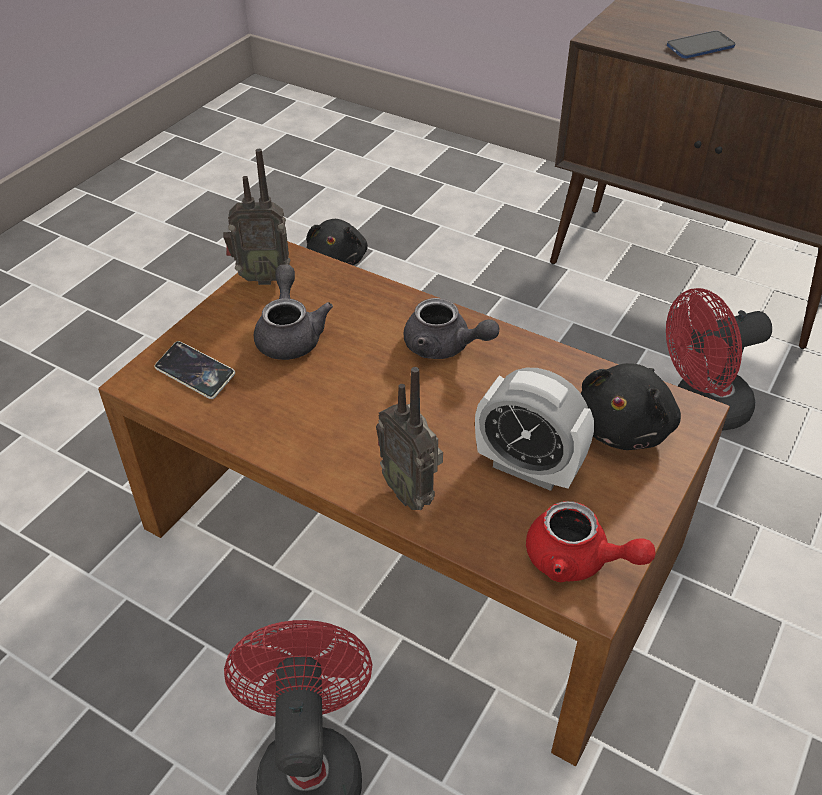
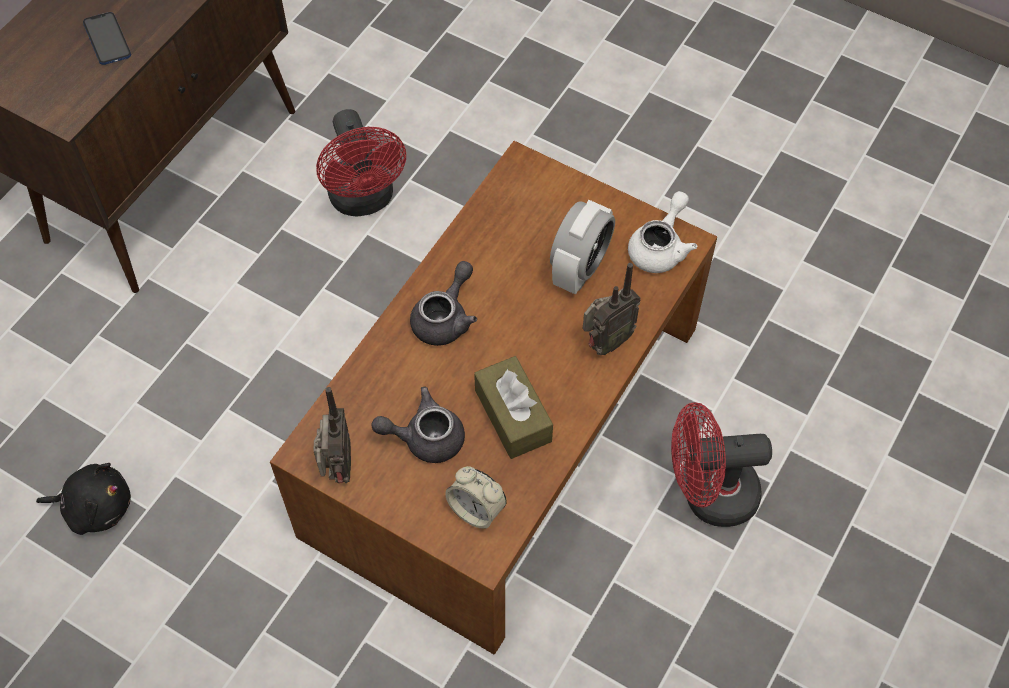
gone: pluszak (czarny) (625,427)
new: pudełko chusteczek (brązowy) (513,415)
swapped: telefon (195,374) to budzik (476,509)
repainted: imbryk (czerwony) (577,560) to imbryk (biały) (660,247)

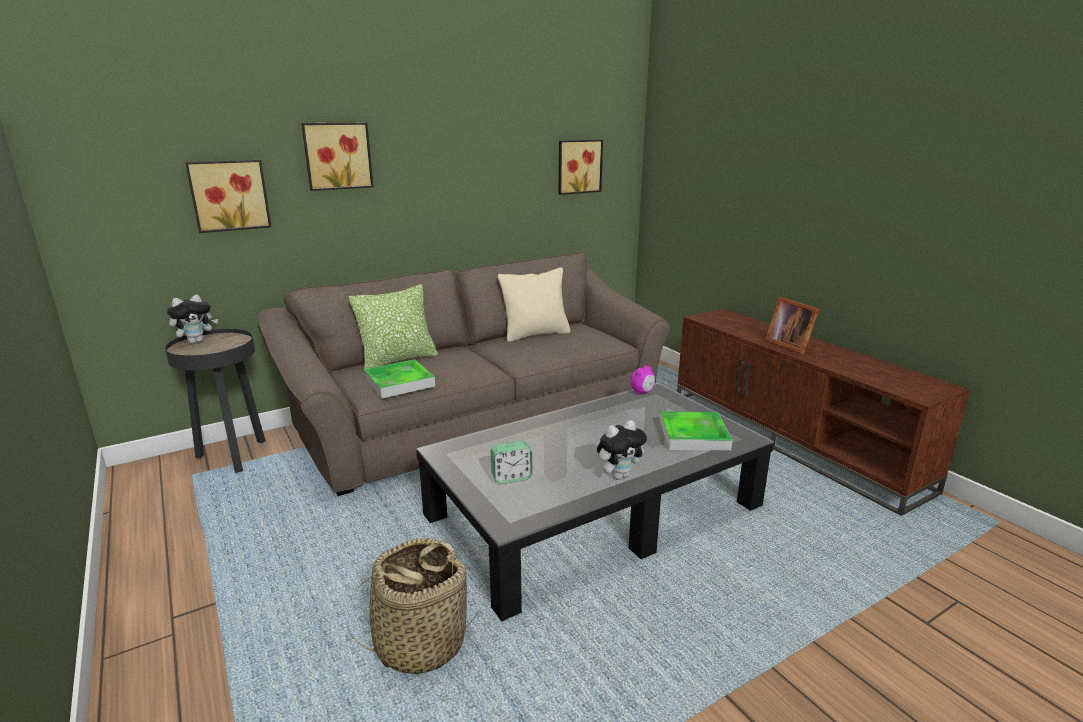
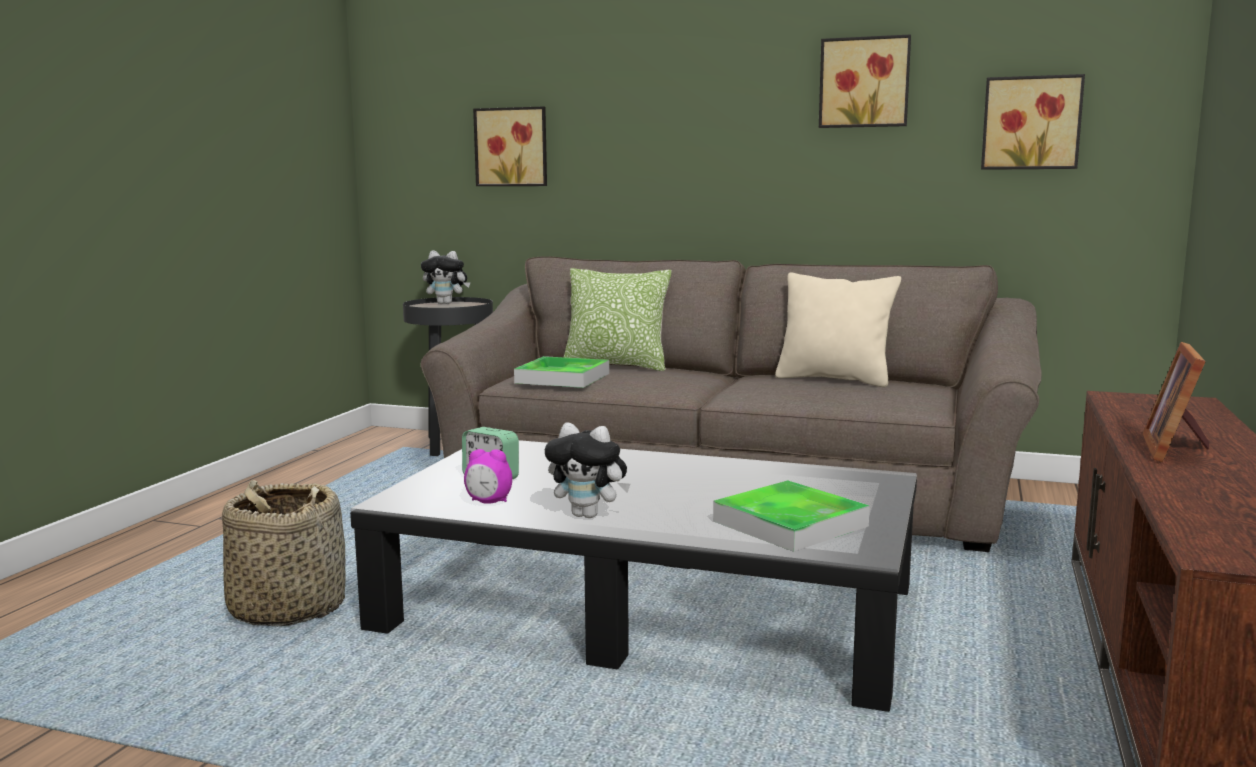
shifted: budzik (642,392) to (489,502); obraz (337,156) to (864,82)

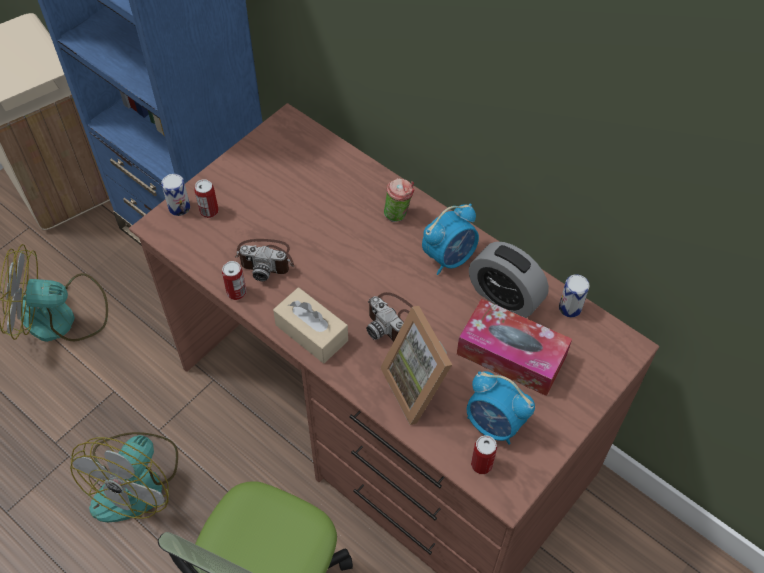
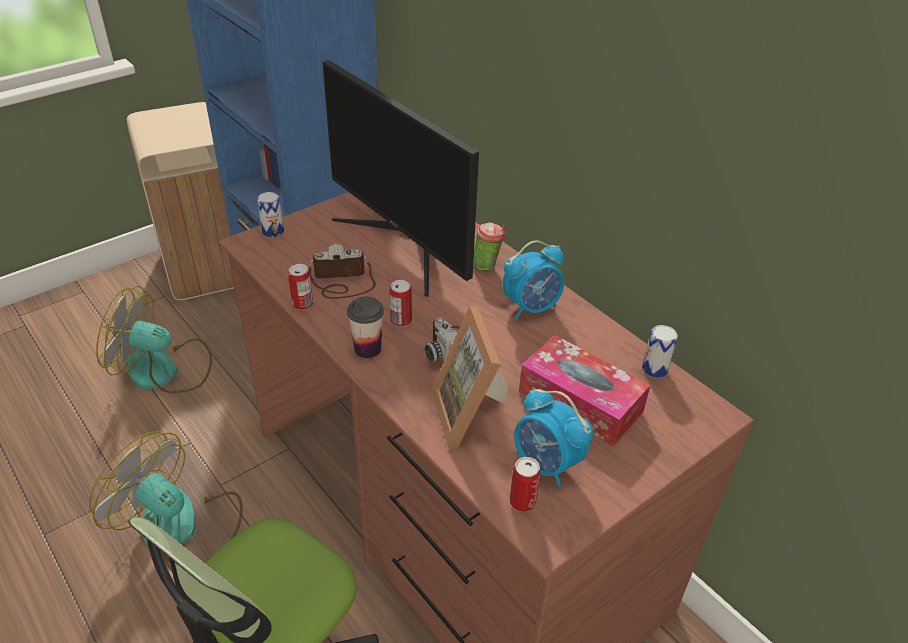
gone: budzik (504,297)
new: monitor (405,243)
shifted: puszka (209,211) to (401,320)
swapped: pudełko chusteczek (beżowy) (311,332) to filiżanka (367,349)
rotated: wentylator (136,480) = (182,528) 90 degrees clockwise; aparat fotograficzny (266,259) = (342,282) 150 degrees clockwise

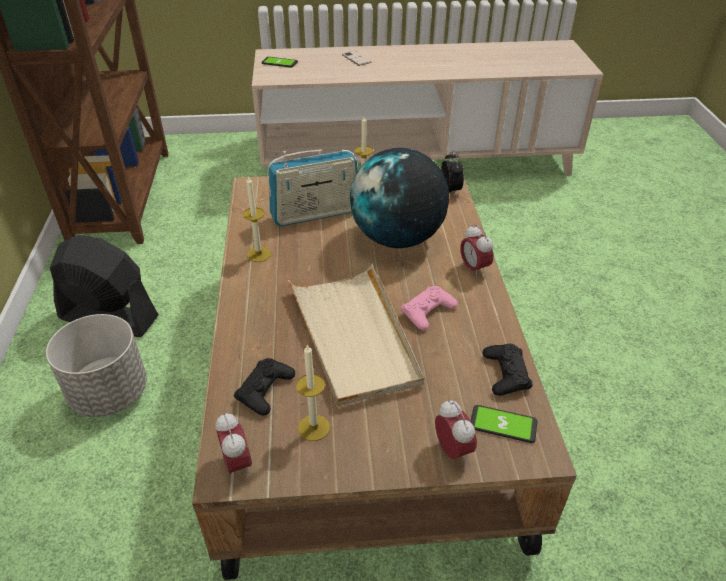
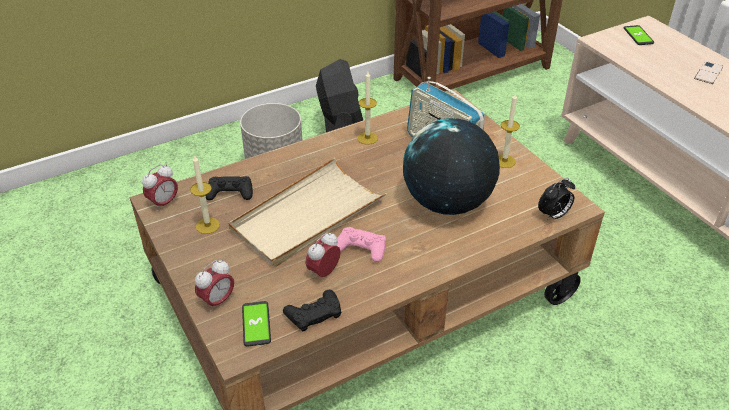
shifted: budzik (474,268) to (323,272)

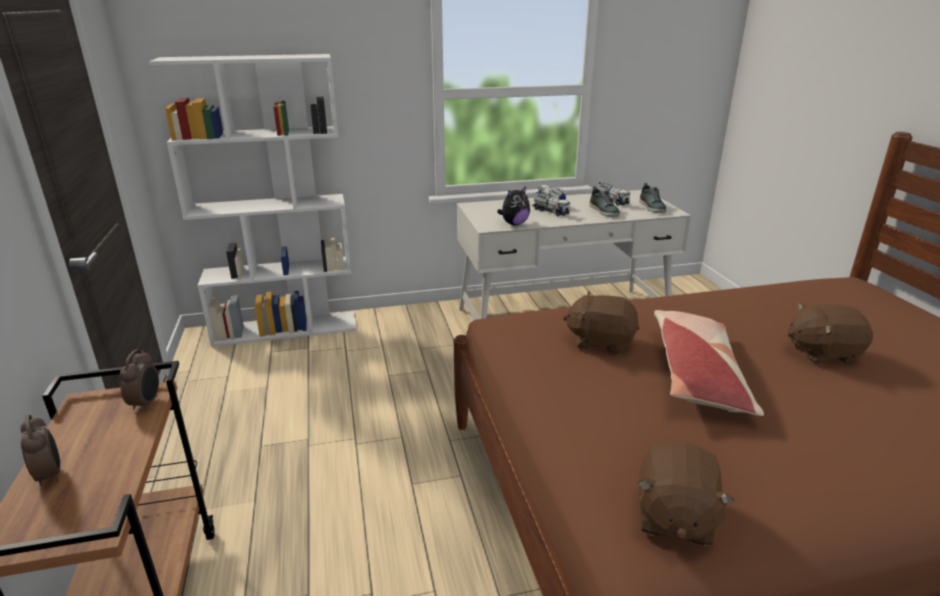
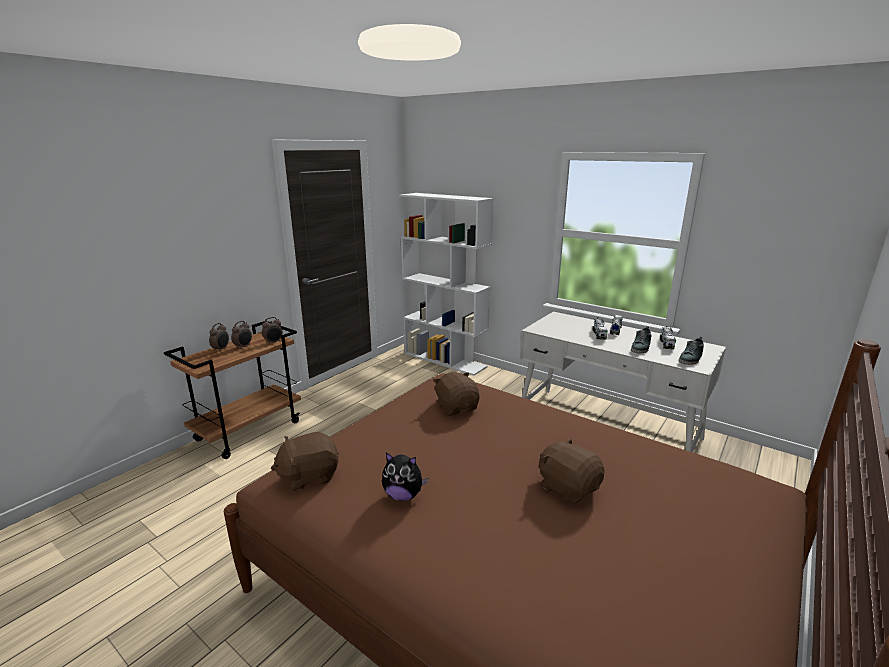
gone: poduszka (697,373)
new: budzik (243,347)
shifted: pluszak (514,224) to (403,495)

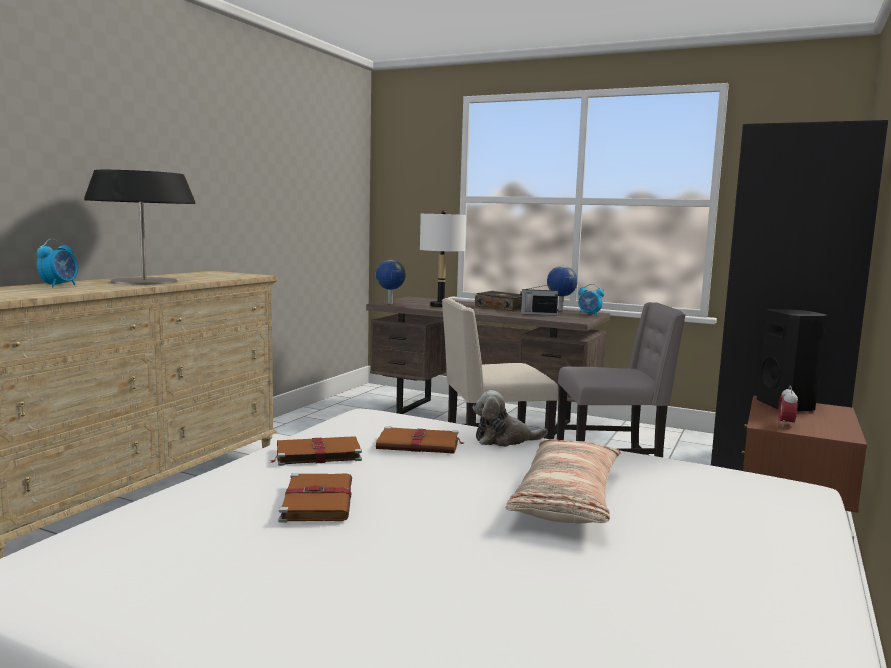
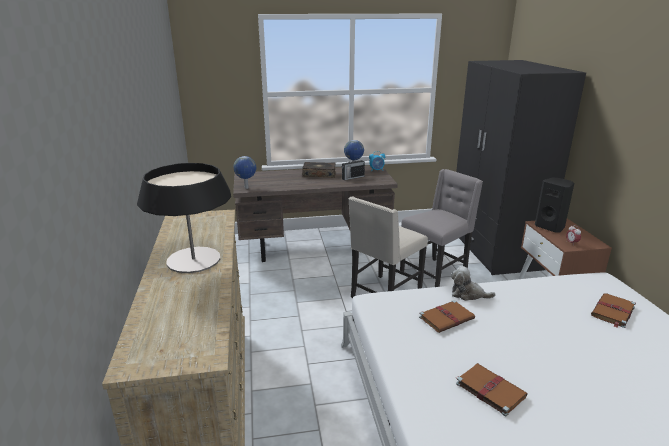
gone: budzik (59,286); lampa stołowa (biały) (440,306); poduszka (568,498)
shifted: książka (brązowy) (316,454) to (612,312)
rotated: pluszak (504,440) = (468,294) 60 degrees clockwise

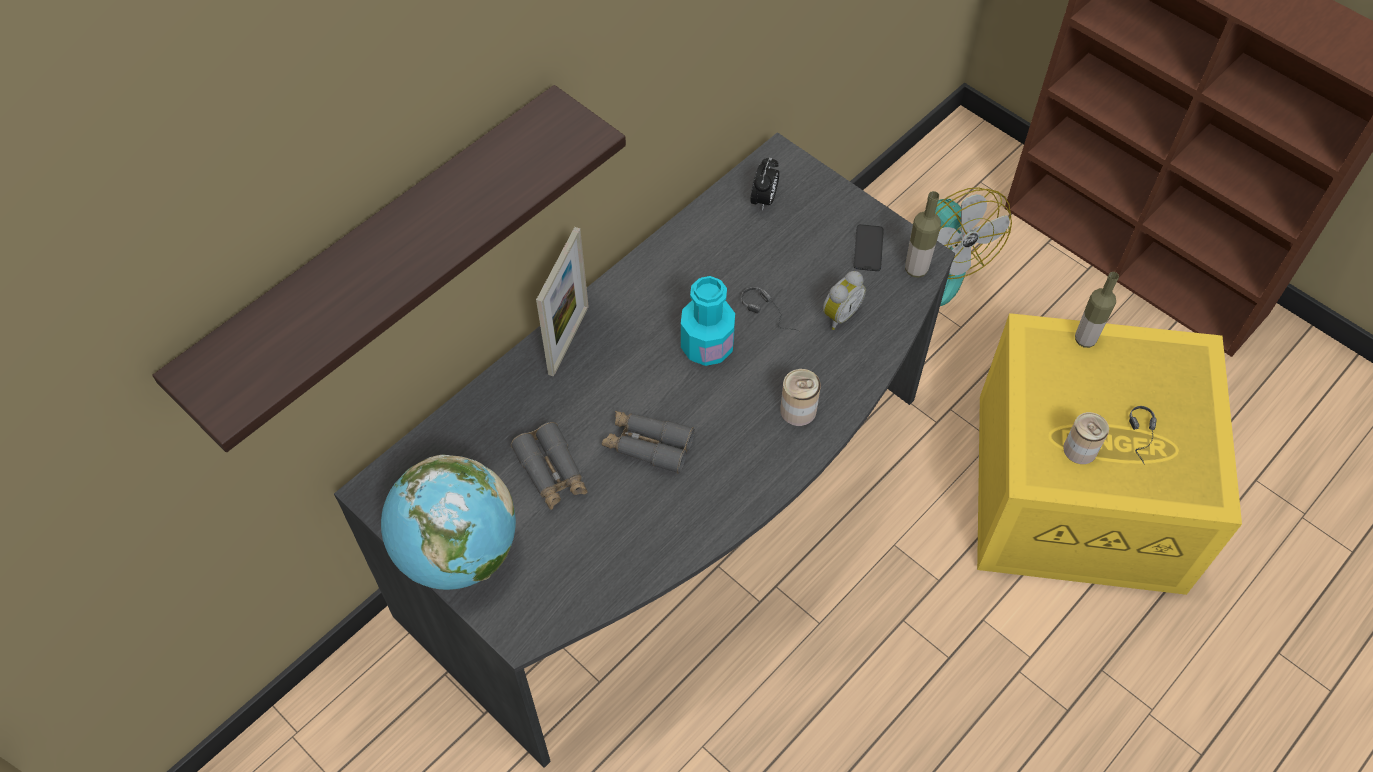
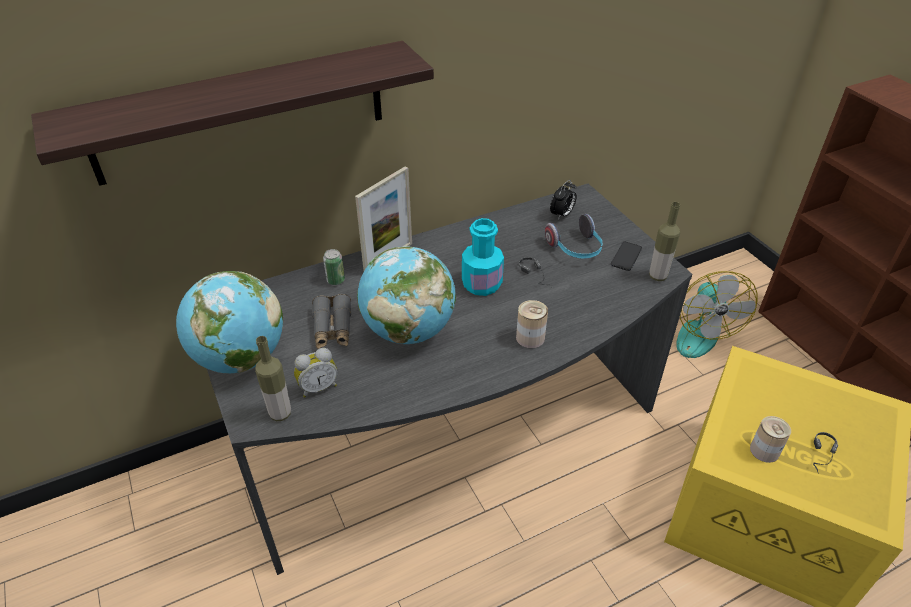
new: puszka (335,280); słuchawki (575,249)
shifted: butelka (1085,339) to (280,413); budzik (839,314) to (318,387)
swapped: lornetka (szary) (647,445) to globus (408,330)

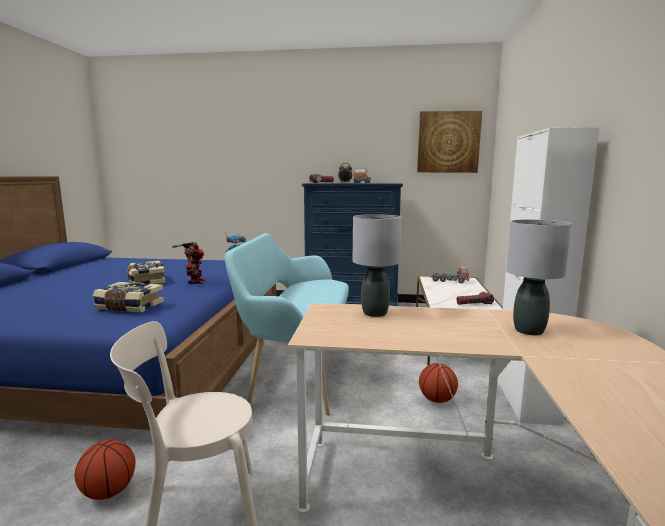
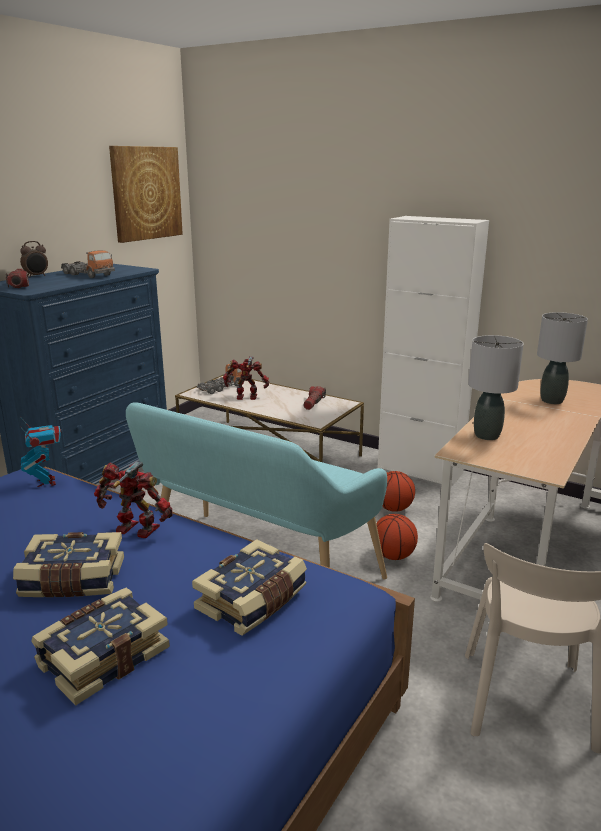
new: książka (102,656); robot zabawkowy (247,398)
shifted: piłka do koszykówki (109,492) to (393,556)

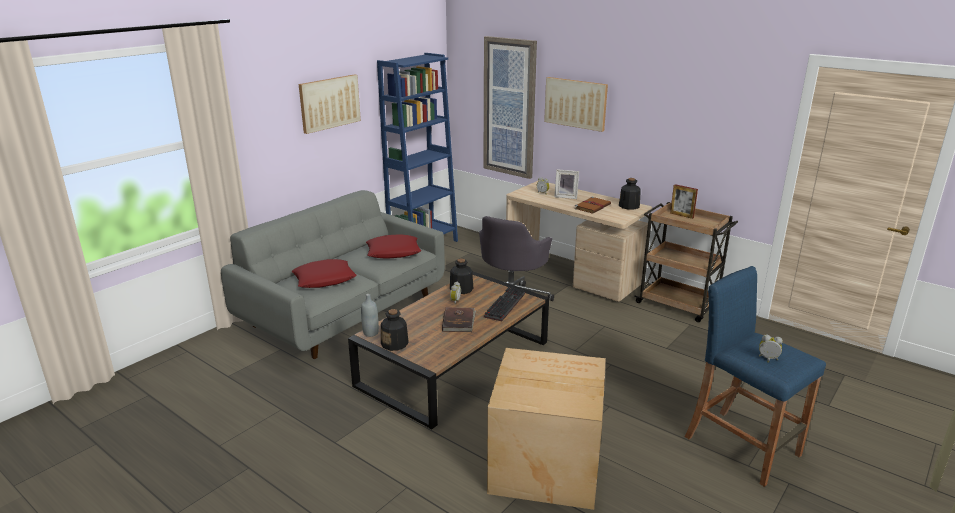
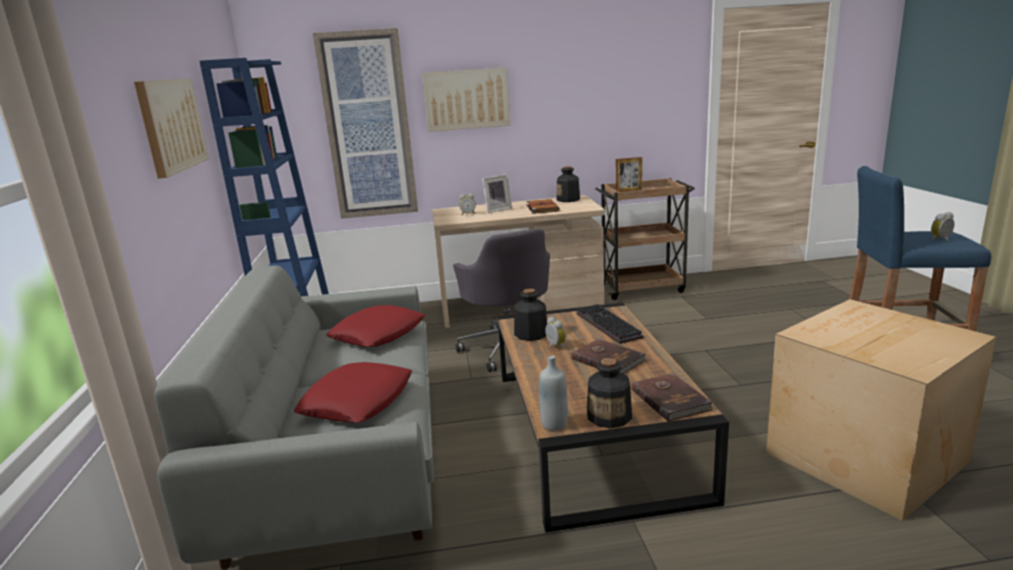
new: książka (brązowy) (671,399)

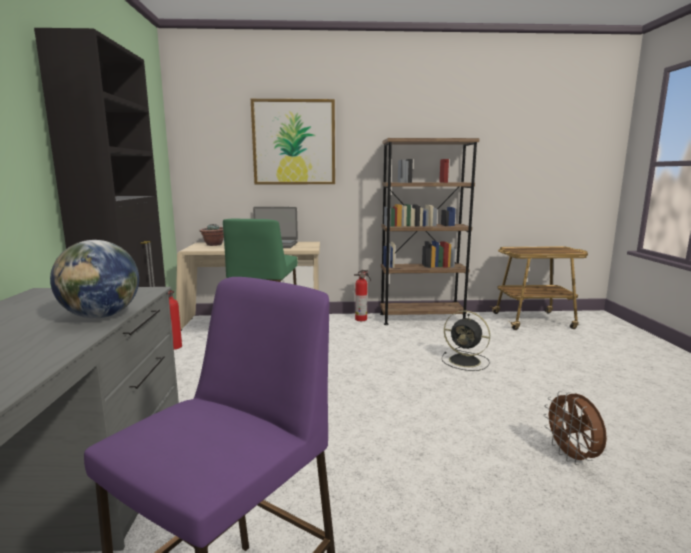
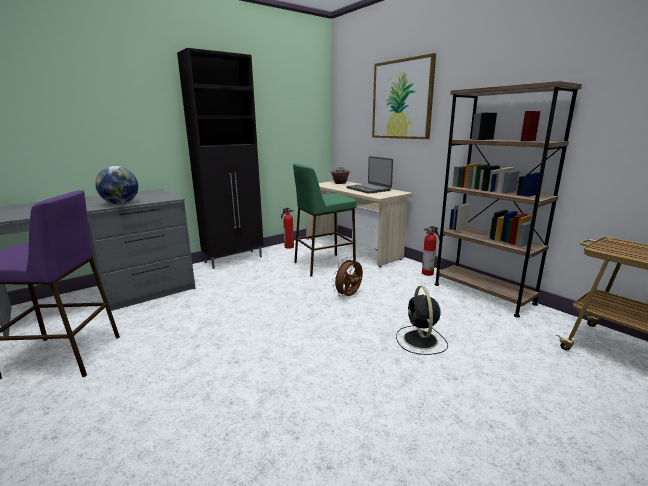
shifted: wentylator (brązowy) (572,457) to (349,296)

